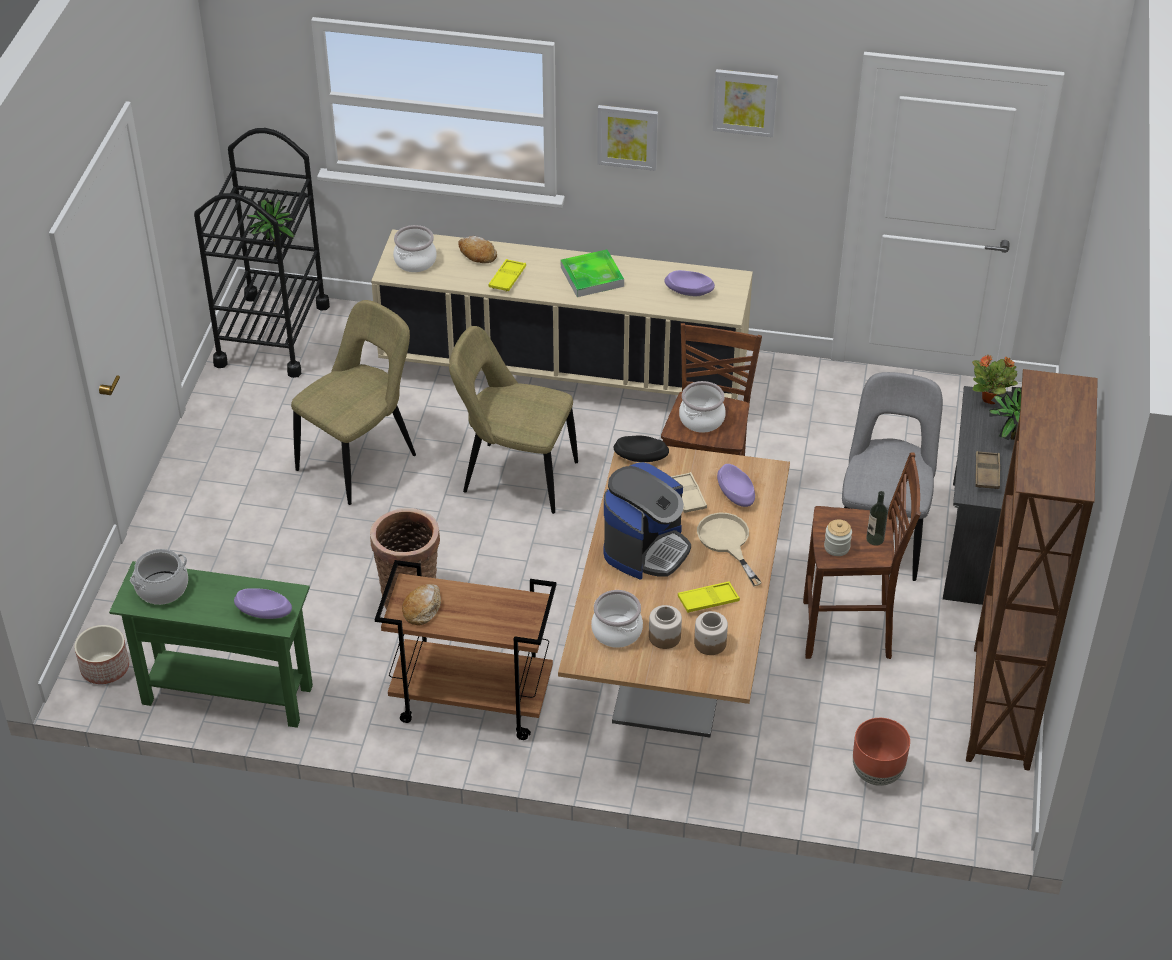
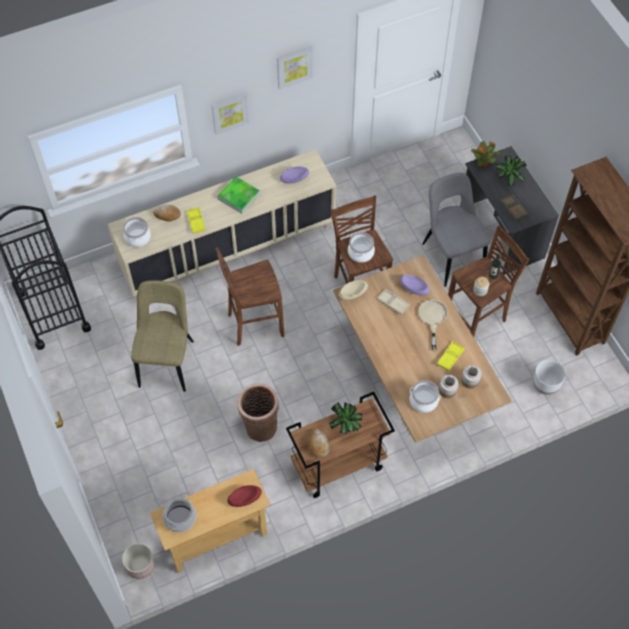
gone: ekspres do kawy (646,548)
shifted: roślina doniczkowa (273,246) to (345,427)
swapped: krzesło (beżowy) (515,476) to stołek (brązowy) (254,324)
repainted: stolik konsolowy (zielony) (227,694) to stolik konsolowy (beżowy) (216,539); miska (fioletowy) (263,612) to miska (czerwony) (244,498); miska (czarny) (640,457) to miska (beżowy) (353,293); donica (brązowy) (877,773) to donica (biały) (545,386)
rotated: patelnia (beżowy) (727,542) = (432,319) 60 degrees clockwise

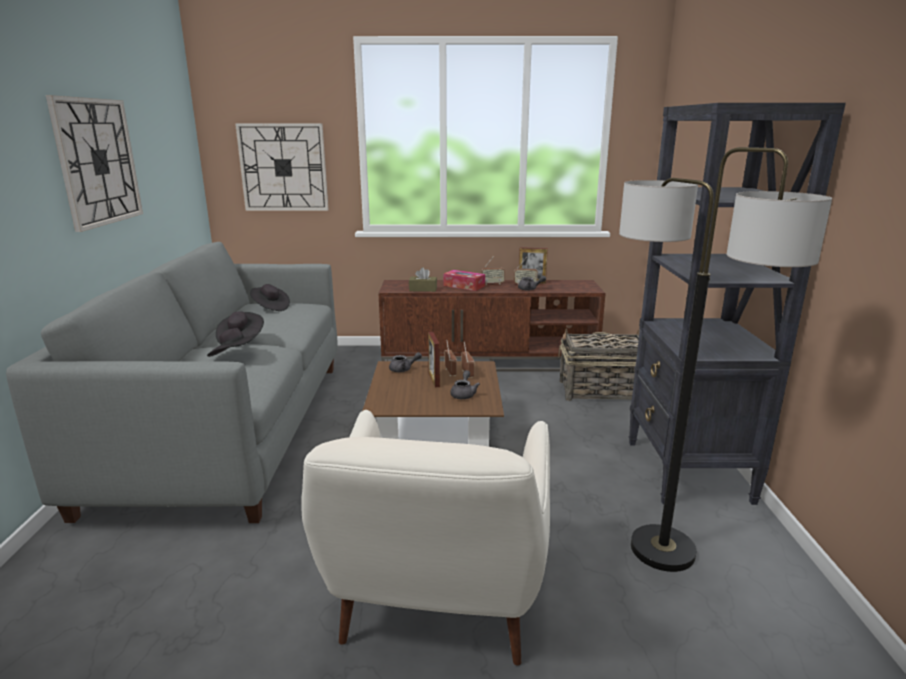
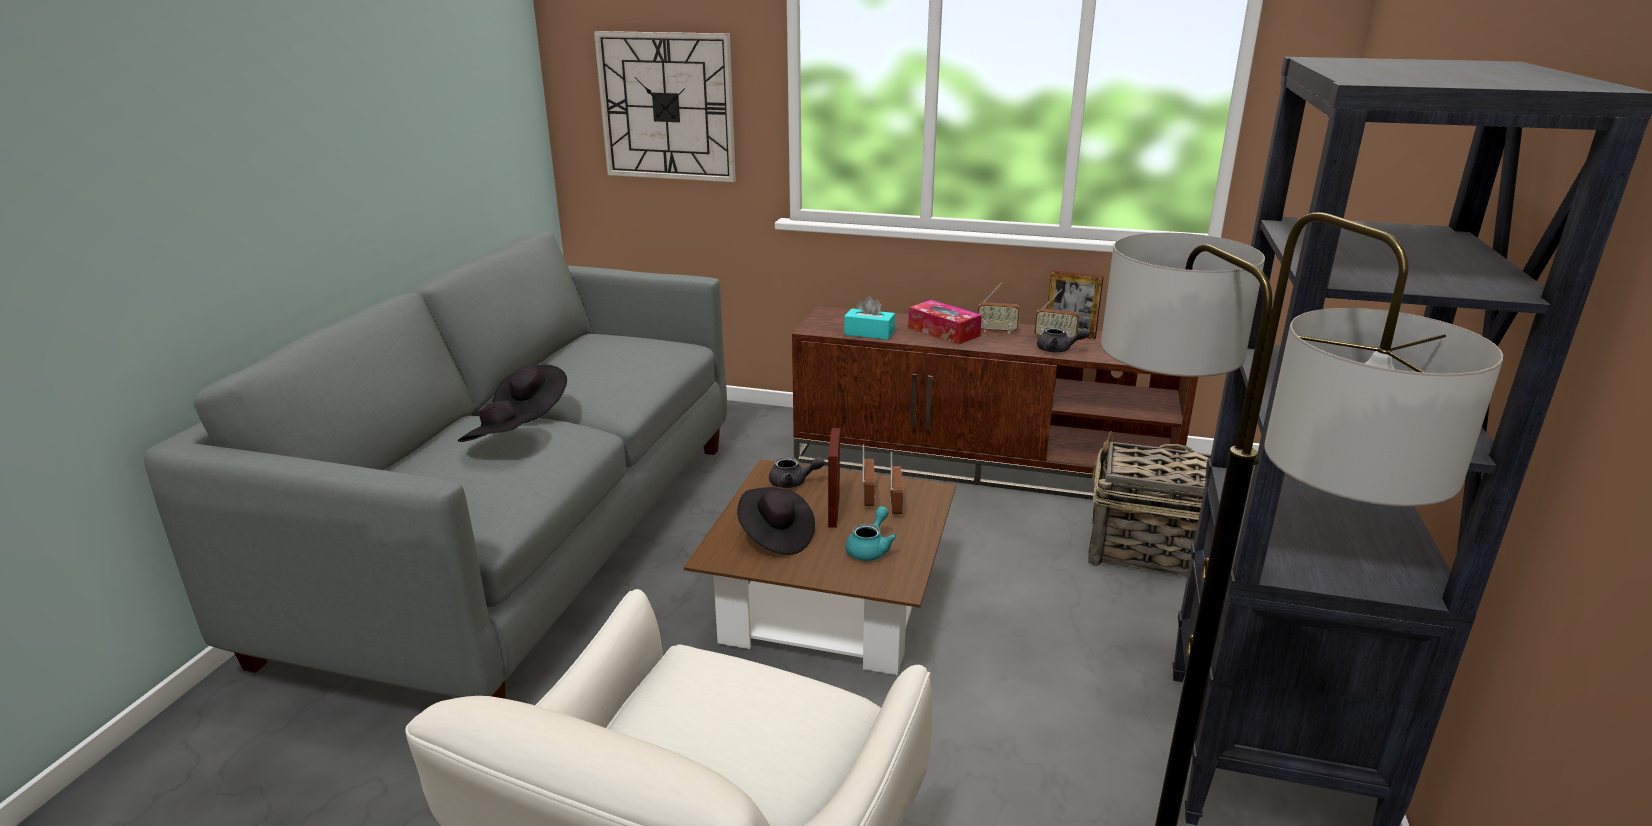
gone: zegar ścienny (98,162)
shifted: kapelusz (czarny) (270,307) to (775,536)
repainted: pudełko chusteczek (brązowy) (423,289) to pudełko chusteczek (turkusowy) (869,333); imbryk (szary) (464,394) to imbryk (turkusowy) (870,549)

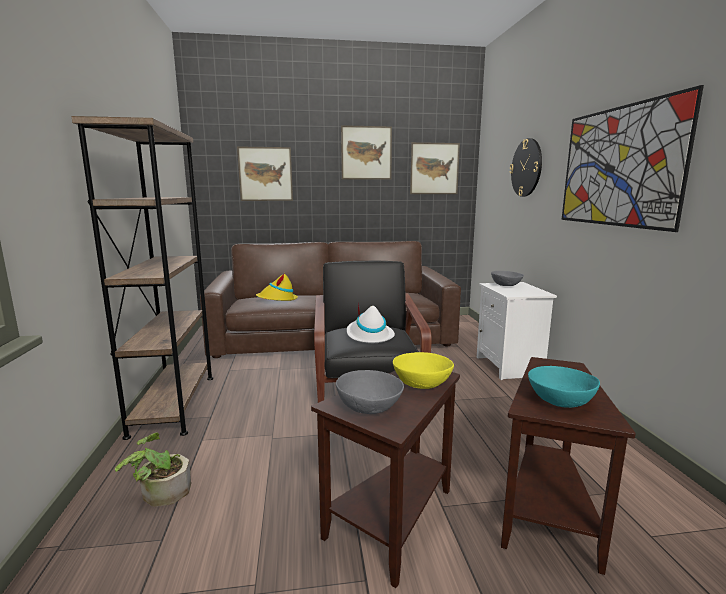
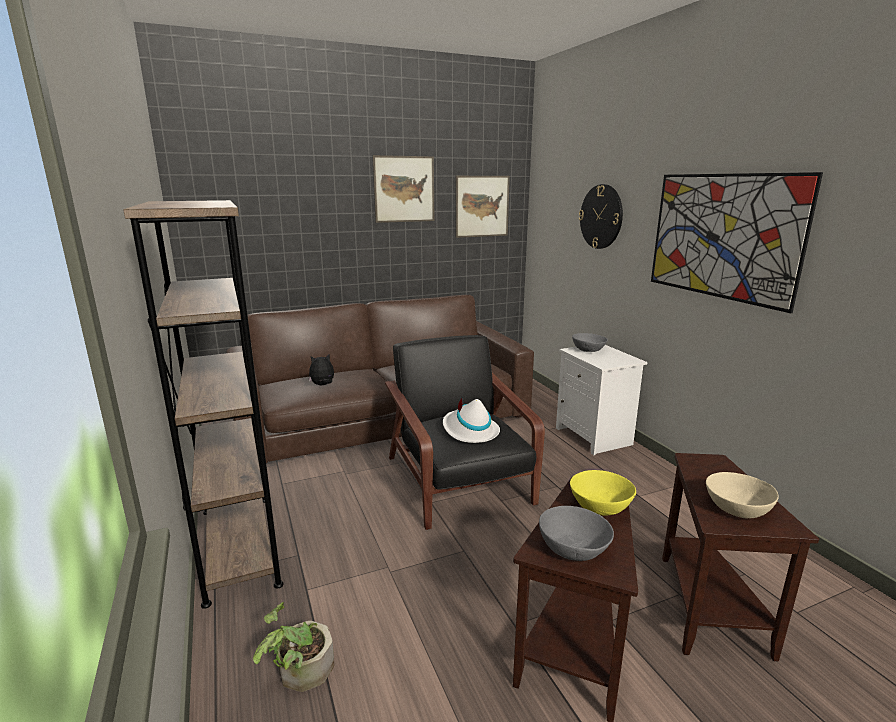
gone: obraz (265,174)
swapped: kapelusz (żółty) (277,299) to pluszak (322,385)
repainted: miska (turkusowy) (559,400) to miska (beżowy) (736,509)

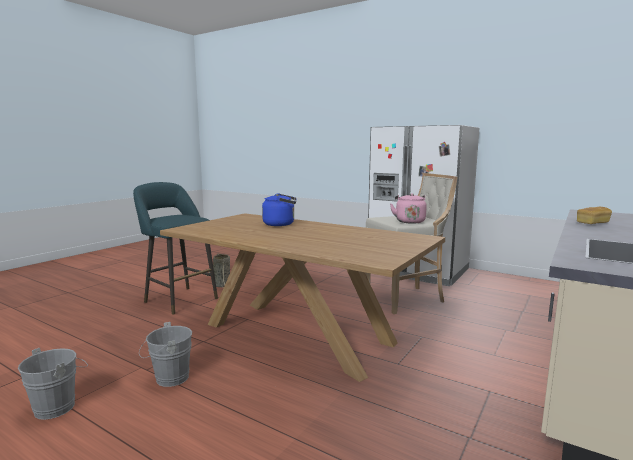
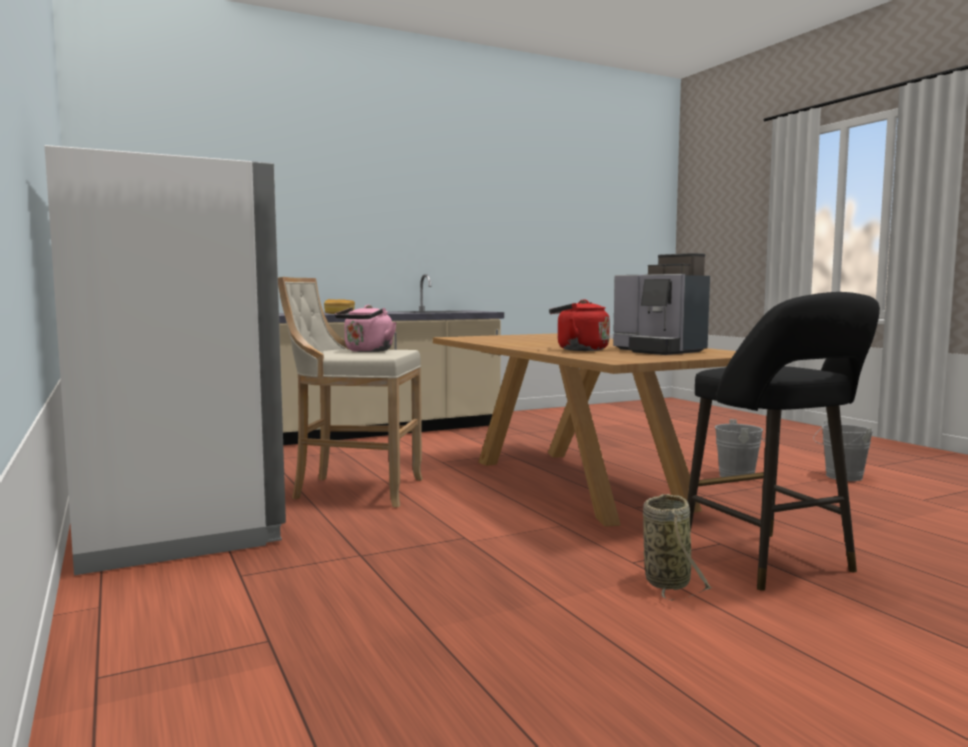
new: ekspres do kawy (658,351)
repainted: czajnik (niebieski) (281,224) to czajnik (czerwony) (578,350); stołek (turkusowy) (178,299) to stołek (czarny) (772,563)

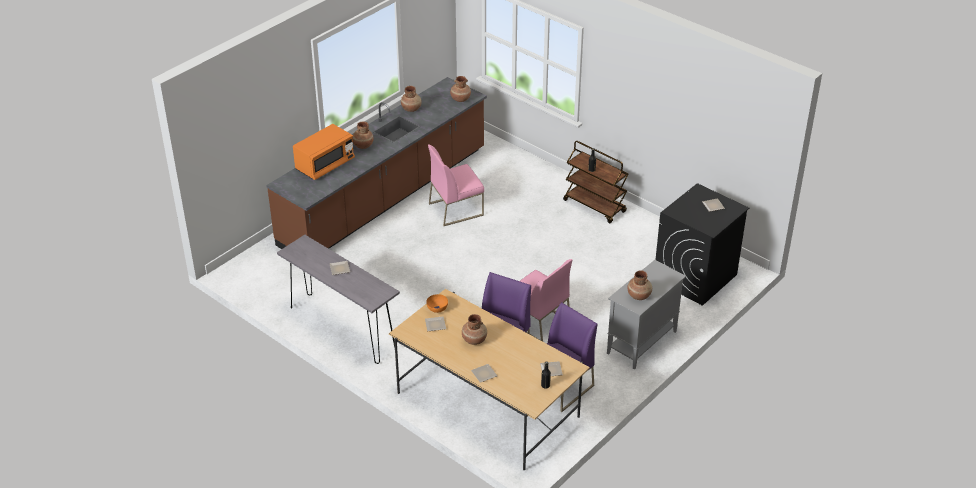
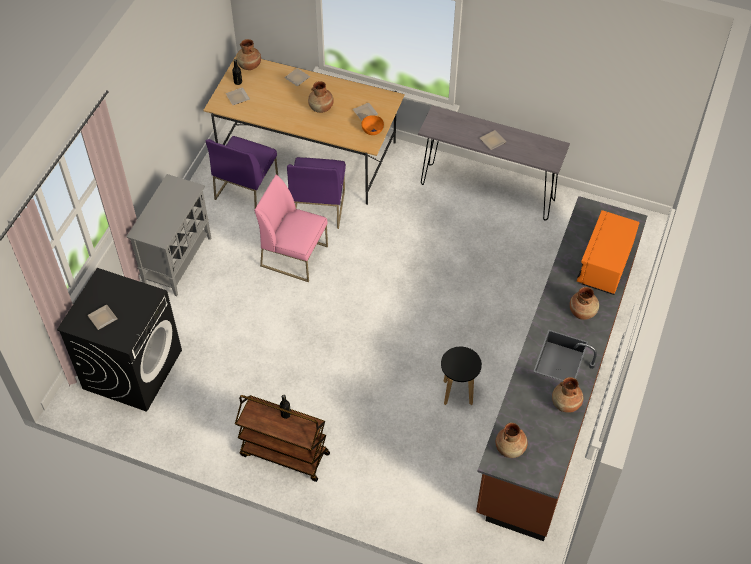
shifted: wazon (brązowy) (639,295) to (249,66)
swapped: krzesło (różowy) (456,209) to stołek (czarny) (458,393)

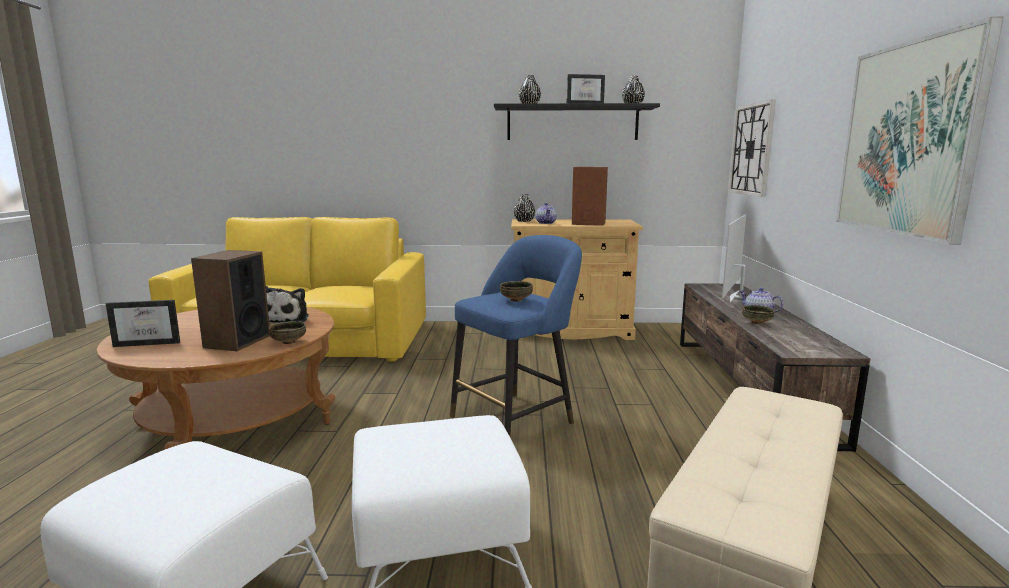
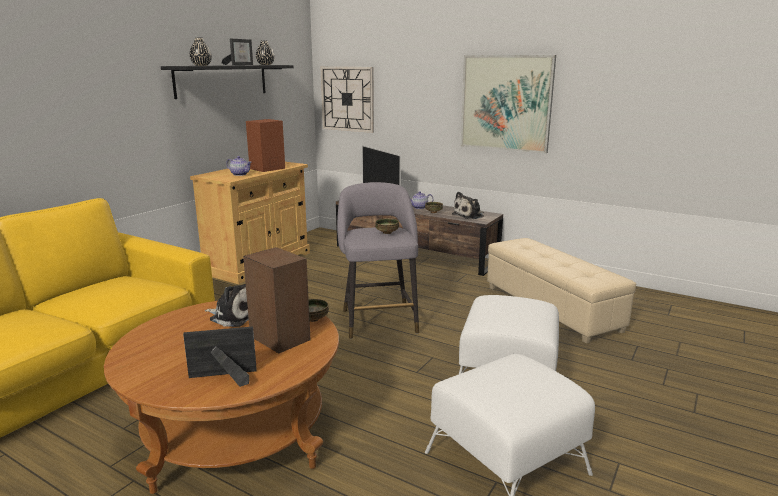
gone: wazon (czarny) (524,221)
new: pluszak (469,215)
repainted: stołek (niebieski) (516,418) to stołek (szary) (378,319)
rotated: ramka na zdjęcie (150,342) = (221,377) 120 degrees counterclockwise

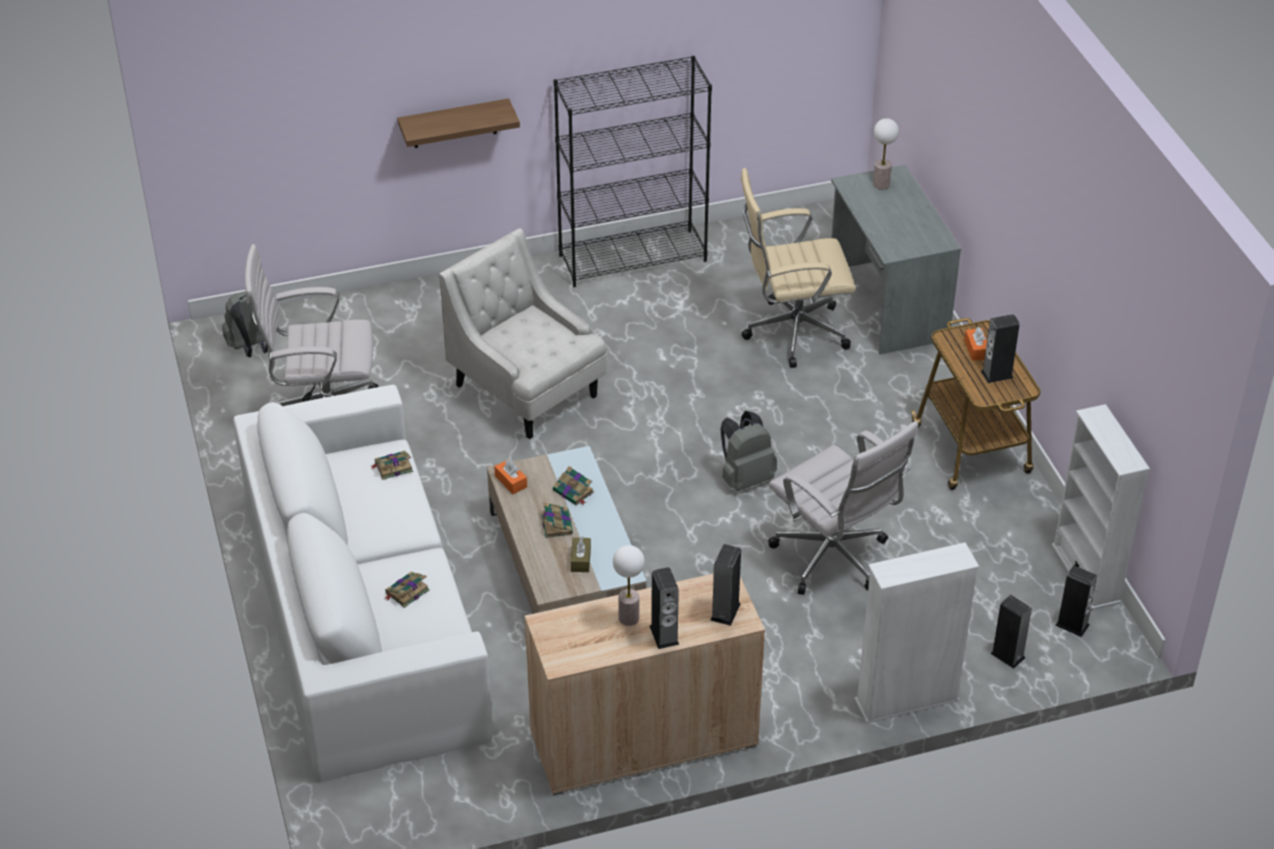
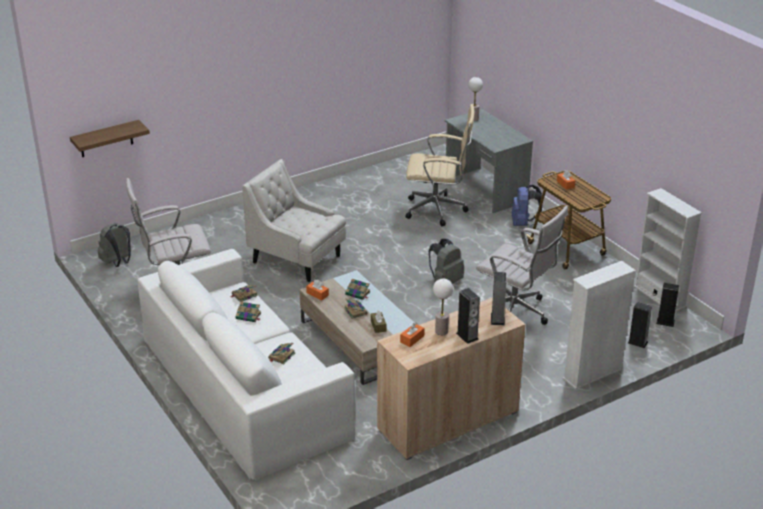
gone: regał (czarny) (633,257); głośnik (997,374)
new: książka (249,316); pudełko chusteczek (pomarańczowy) (412,339); plecak (niebieski) (523,223)
shifted: półka (454,124) to (106,139)
rotated: krzesło biurowe (beżowy) (791,333) = (438,210) 150 degrees counterclockwise

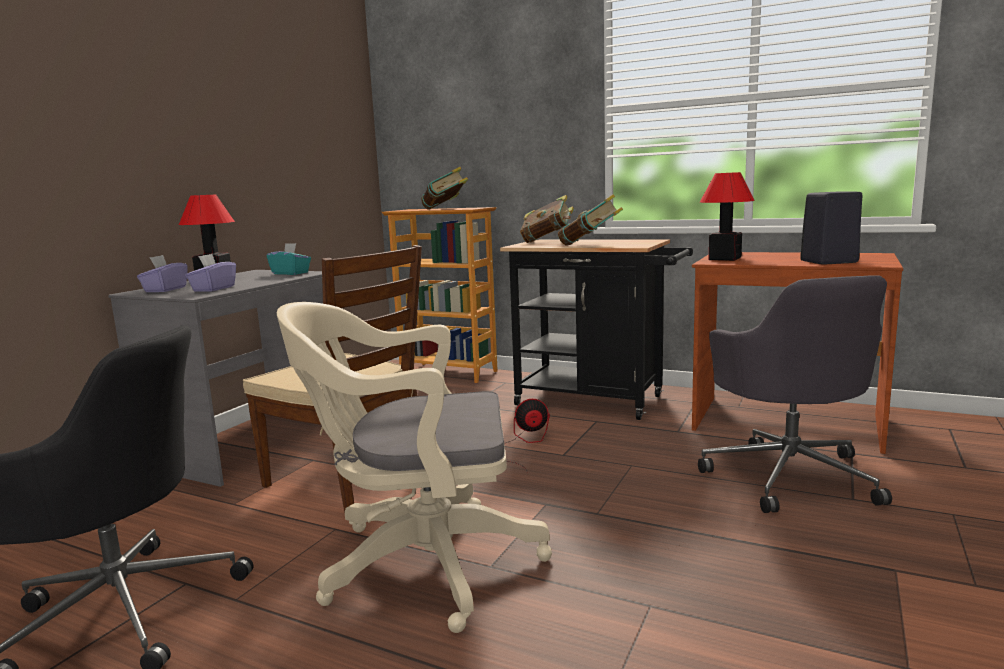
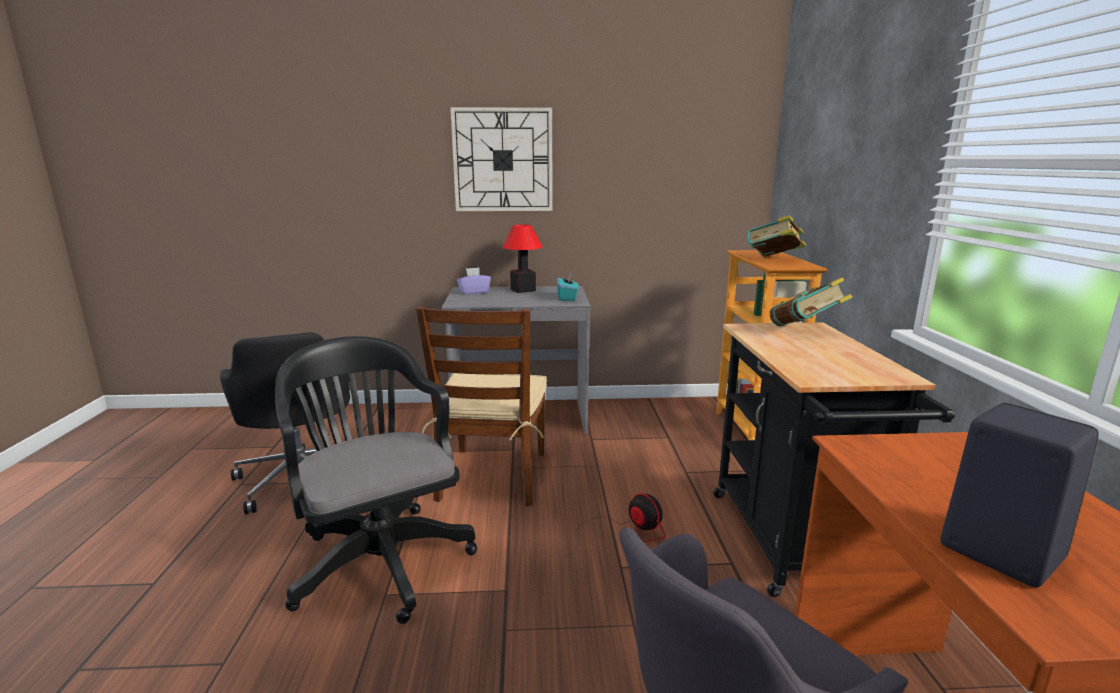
gone: pudełko chusteczek (fioletowy) (213,289); książka (590,245); lampa stołowa (724,259)
new: zegar ścienny (503,160)
repainted: krzesło biurowe (beżowy) (419,563) to krzesło biurowe (czarny) (379,558)

